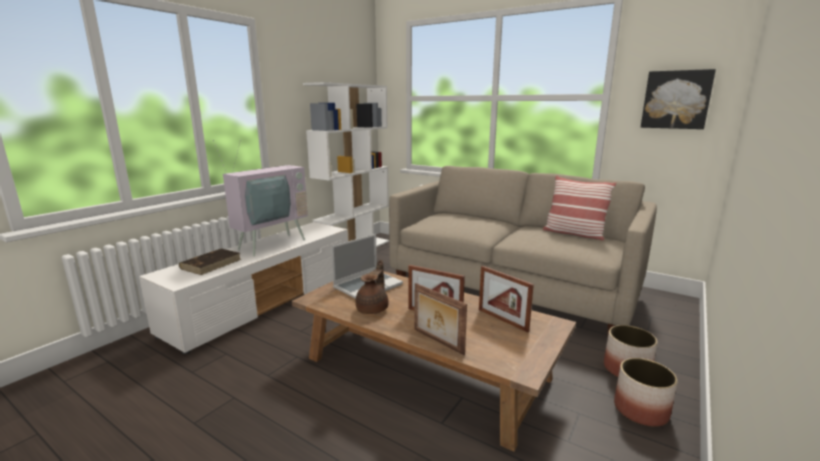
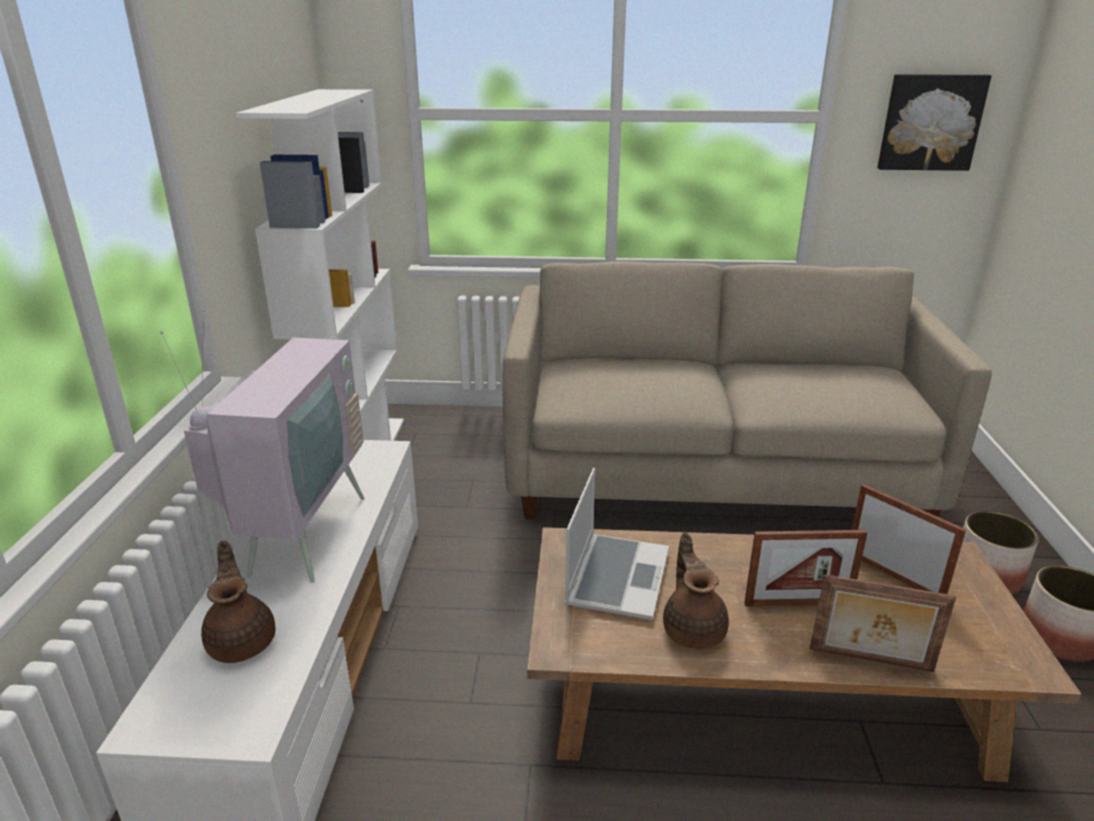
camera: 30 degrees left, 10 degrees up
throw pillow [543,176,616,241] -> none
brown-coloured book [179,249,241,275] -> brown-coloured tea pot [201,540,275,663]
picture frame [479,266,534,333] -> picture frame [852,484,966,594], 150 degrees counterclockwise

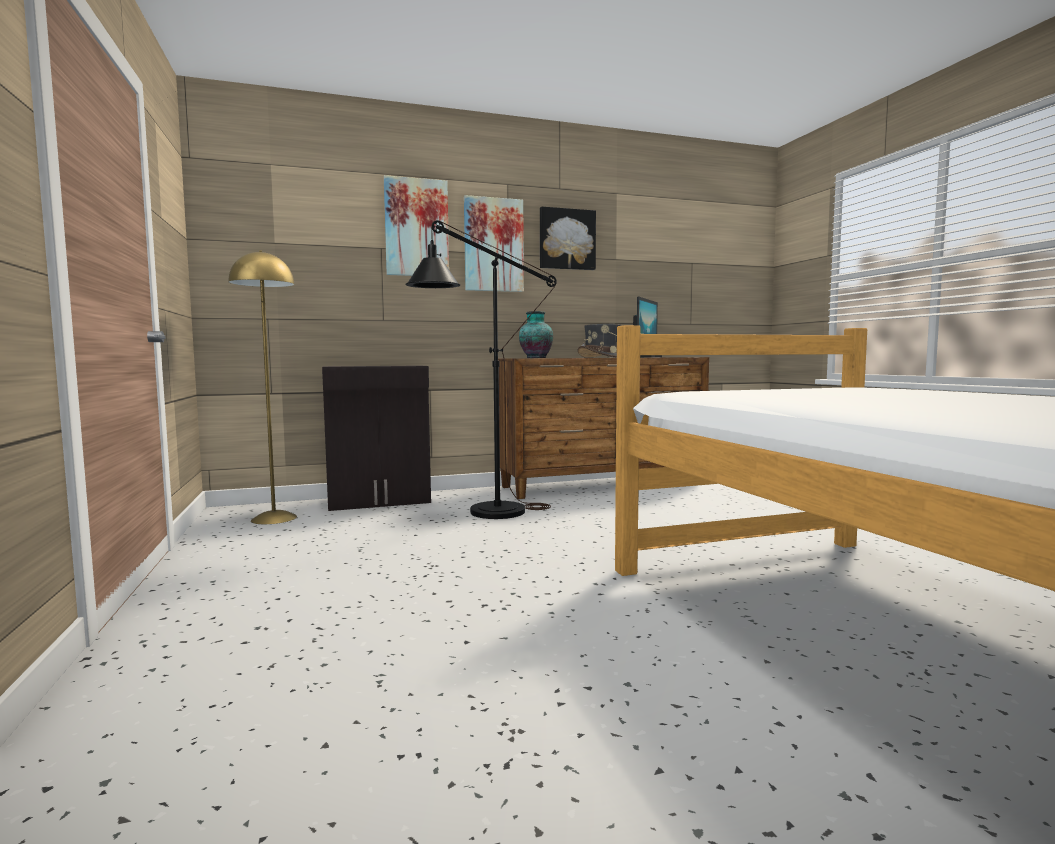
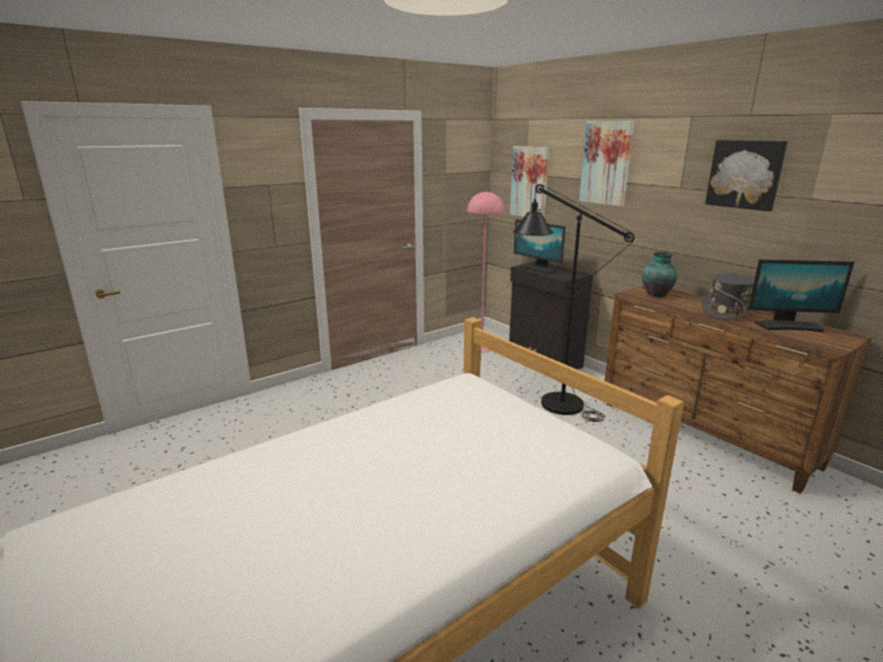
camera: 70 degrees right, 15 degrees up
none -> computer display [514,219,566,274]
picture [464,195,524,292] -> picture [510,146,549,218], moved
yellow-coloured floor lamp [229,250,297,524] -> pinkish floor lamp [467,191,504,352]

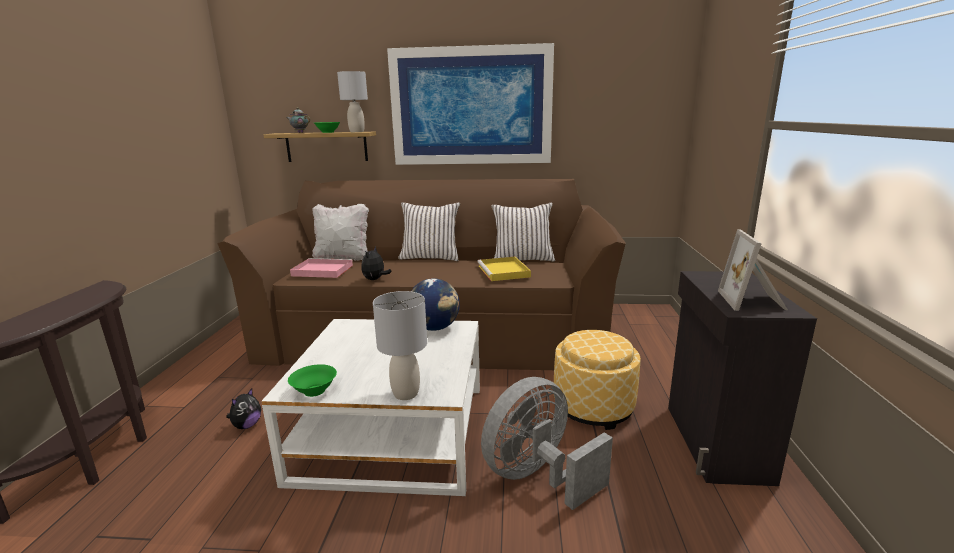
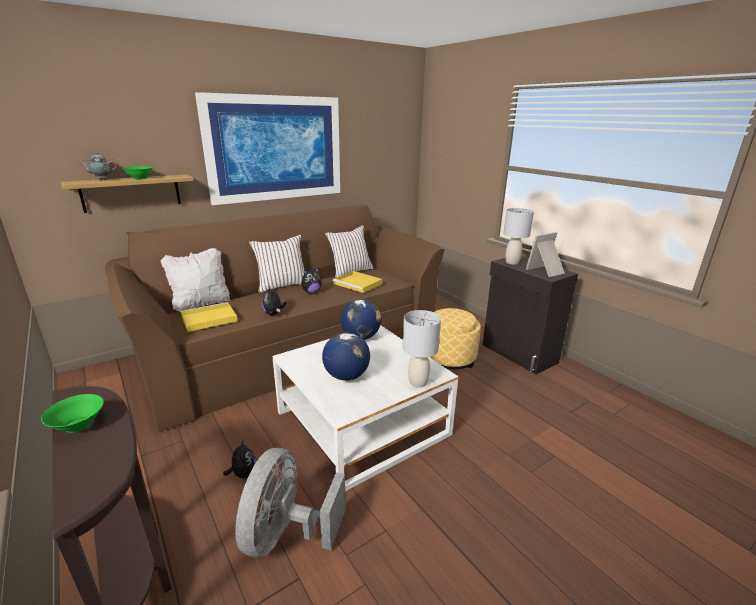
camera: 40 degrees left, 5 degrees up
none -> cuddly toy [302,268,322,293]
none -> world globe [322,332,370,381]
greenish bowl [288,364,337,397] -> greenish bowl [41,394,104,433], moved
grey tabletop lamp [337,71,368,132] -> grey tabletop lamp [503,208,534,265], moved
grey fan [481,377,613,510] -> grey fan [235,448,346,558], moved
pinkish serving tray [290,258,353,278] -> yellow-coloured serving tray [181,302,238,332]
picture frame [718,229,788,311] -> picture frame [526,232,565,277], 90 degrees clockwise

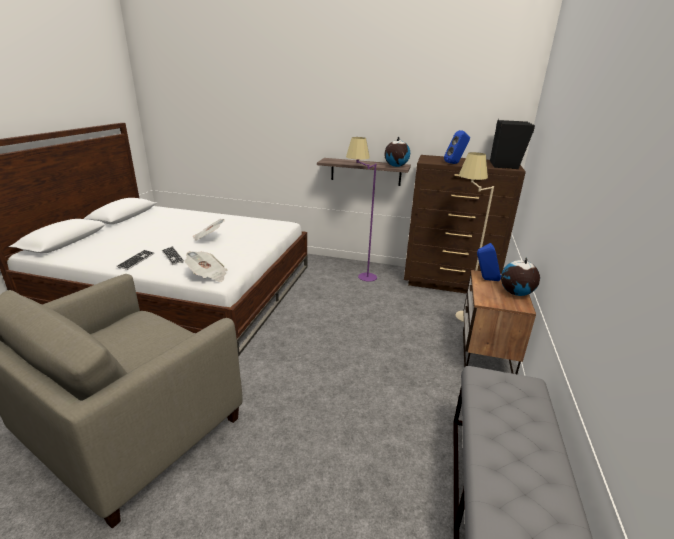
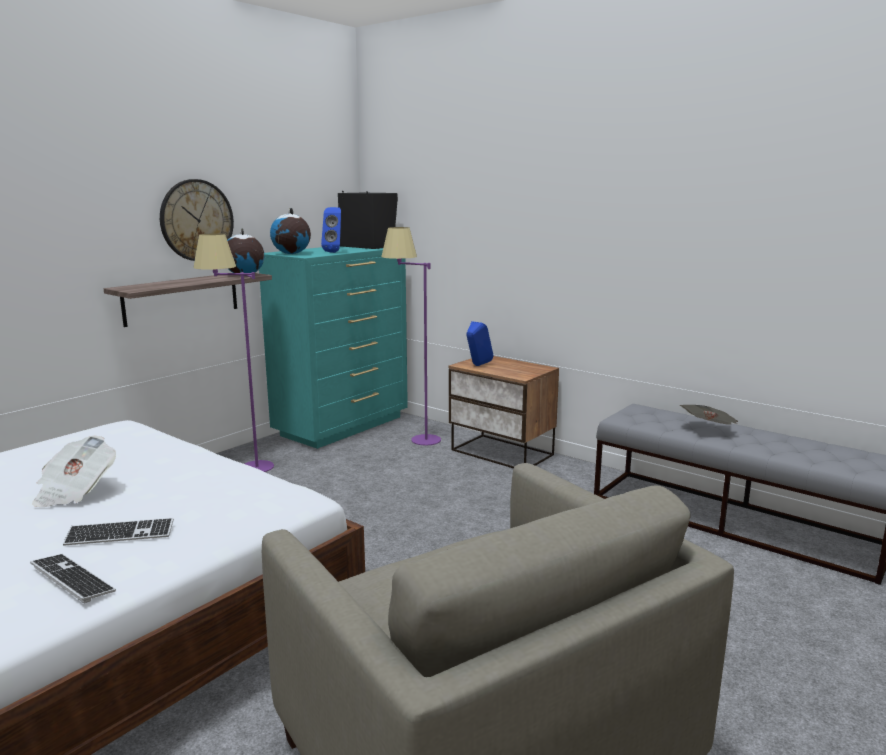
camera: 65 degrees left, 10 degrees down
none -> clock on the wall [160,179,234,261]
daily paper [185,251,228,282] -> daily paper [679,405,738,425], moved
world globe [501,258,540,296] -> world globe [270,208,311,254], moved
brown-coloured dresser [404,155,526,294] -> turquoise dresser [259,246,408,449]
beige floor lamp [455,152,494,322] -> purplish floor lamp [381,227,441,445]

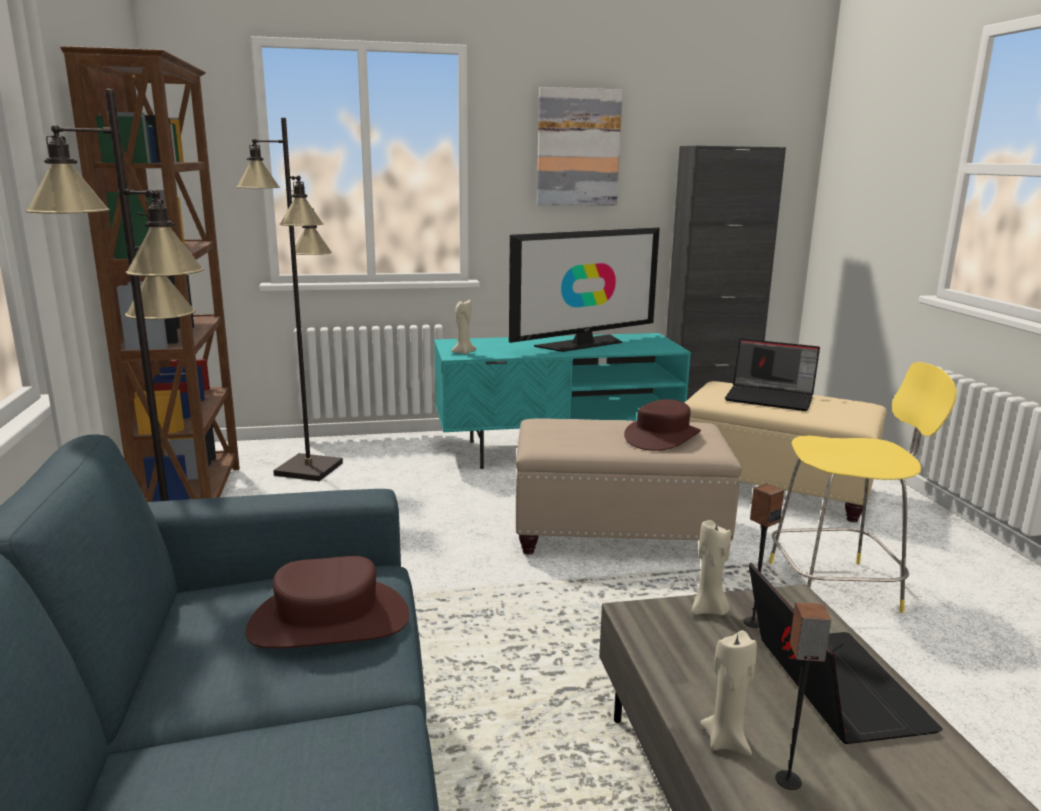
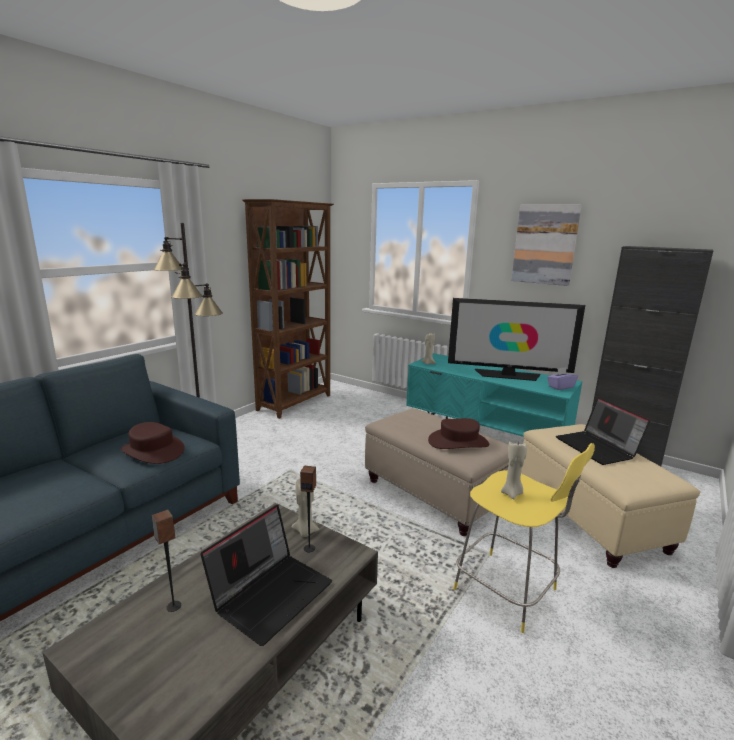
camera: 45 degrees right, 0 degrees up
black-coloured floor lamp [236,117,343,481] -> none
none -> purplish tissue holder [547,367,578,390]
beige wax candle [700,630,757,756] -> beige wax candle [501,441,527,500], moved

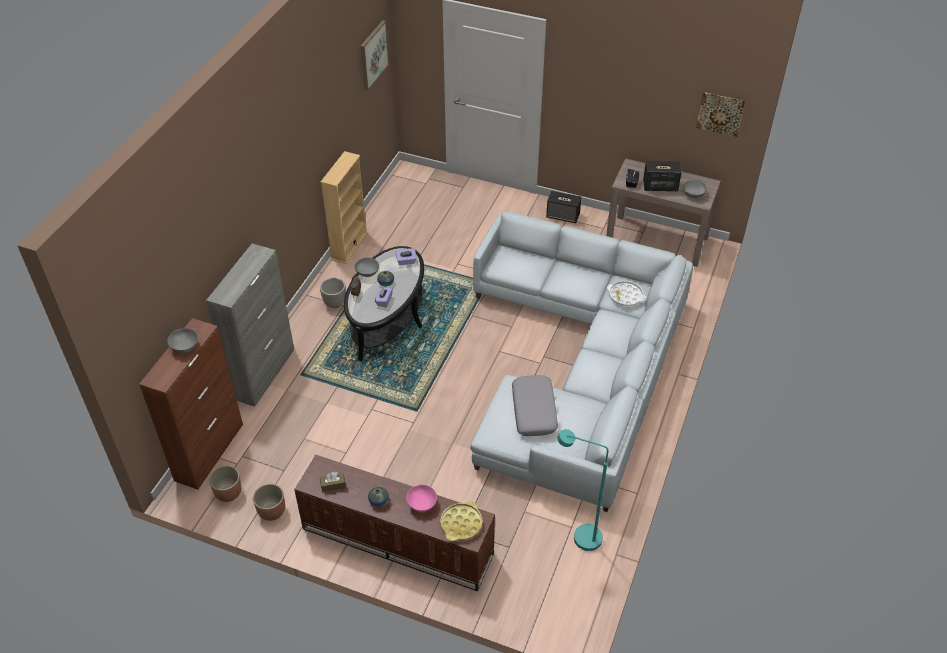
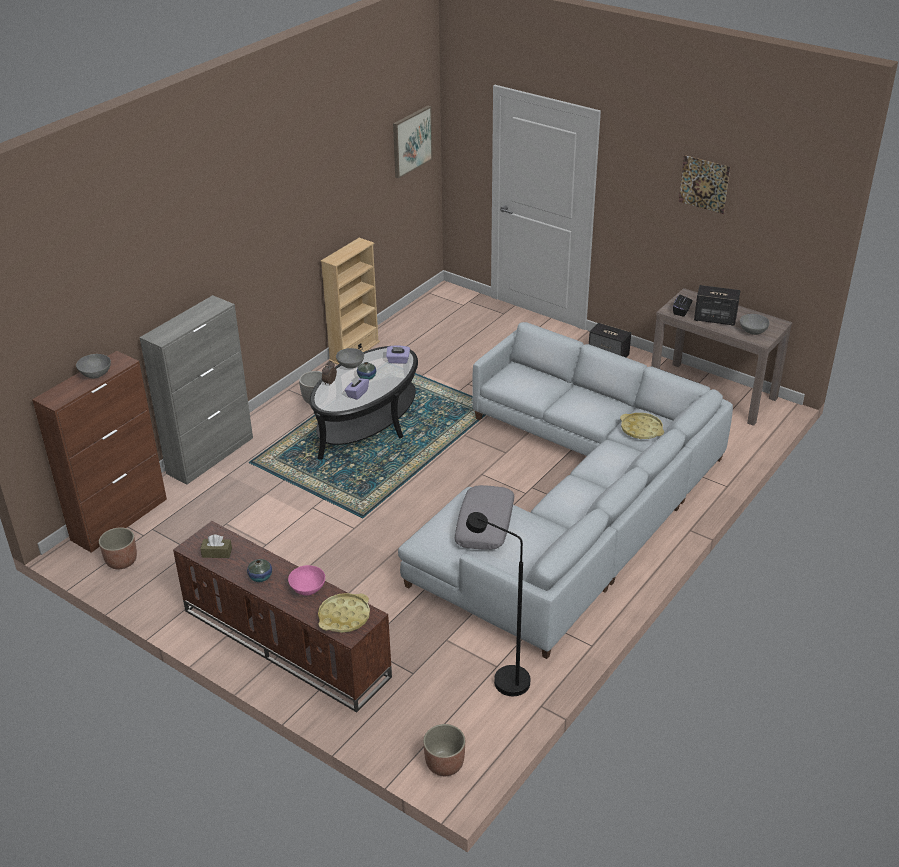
camera: 15 degrees right, 10 degrees down
flower pot [253,484,285,521] -> flower pot [423,724,465,776], moved
picture [696,92,745,137] -> picture [679,155,730,214], moved
turquoise floor lamp [557,429,608,551] -> black-coloured floor lamp [466,512,530,696]
white serving tray [607,281,646,306] -> yellow-coloured serving tray [620,413,664,439]

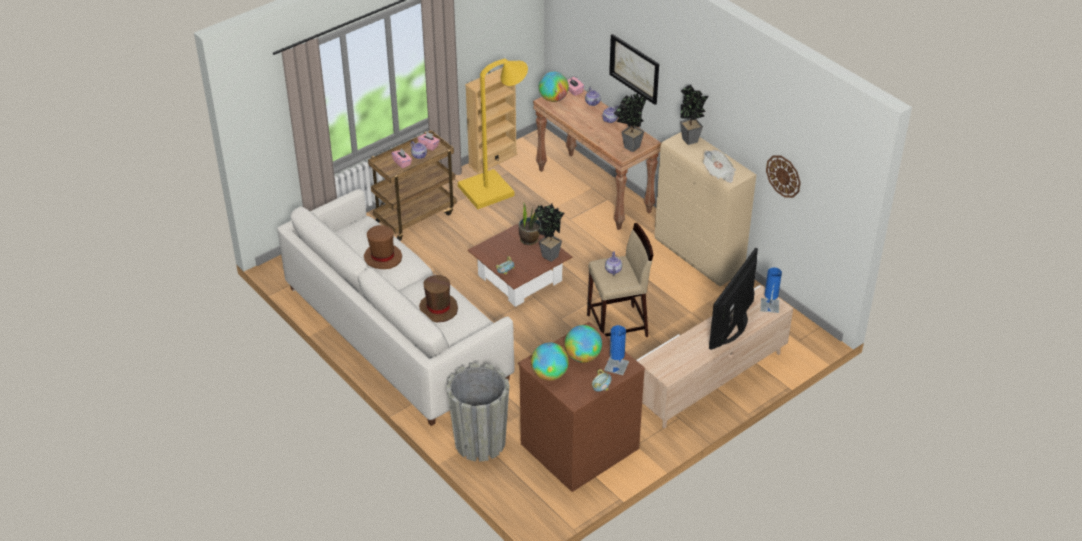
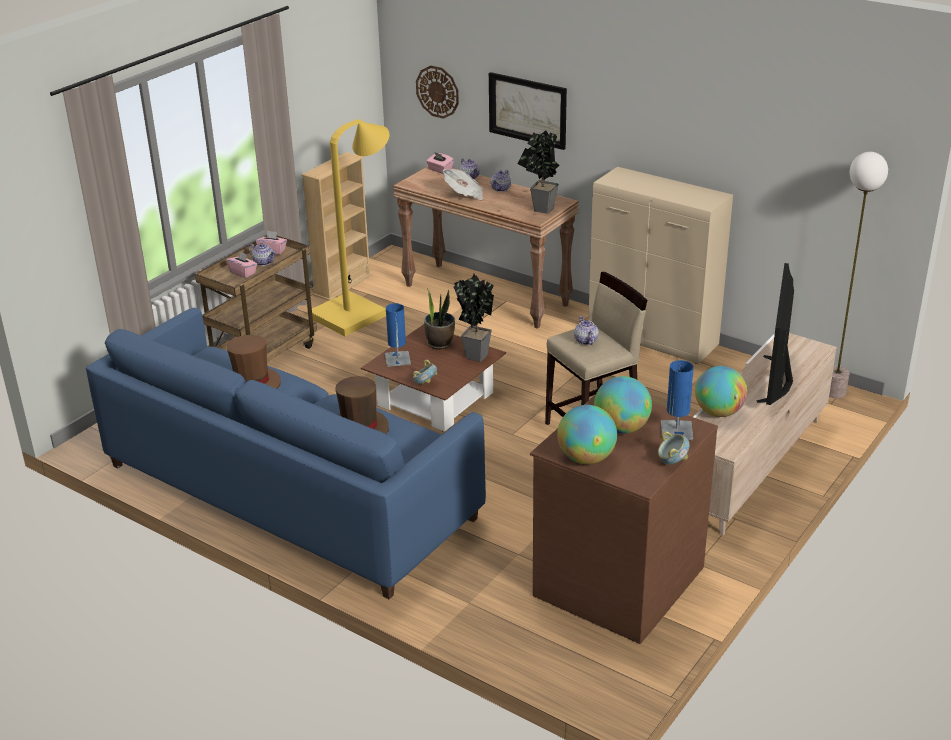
camera: 15 degrees left, 10 degrees down
grey flower pot [446,363,509,462] -> none
plant in a pot [680,84,709,145] -> none
none -> floor lamp [829,152,888,398]
world globe [539,72,569,102] -> world globe [695,366,747,417], moved
daily paper [703,150,736,183] -> daily paper [443,169,483,200], moved
blue tabletop lamp [761,267,782,313] -> blue tabletop lamp [385,303,411,367], moved
clock on the wall [766,155,801,198] -> clock on the wall [416,66,459,119], moved
white couch [277,189,514,426] -> blue couch [86,308,486,599]

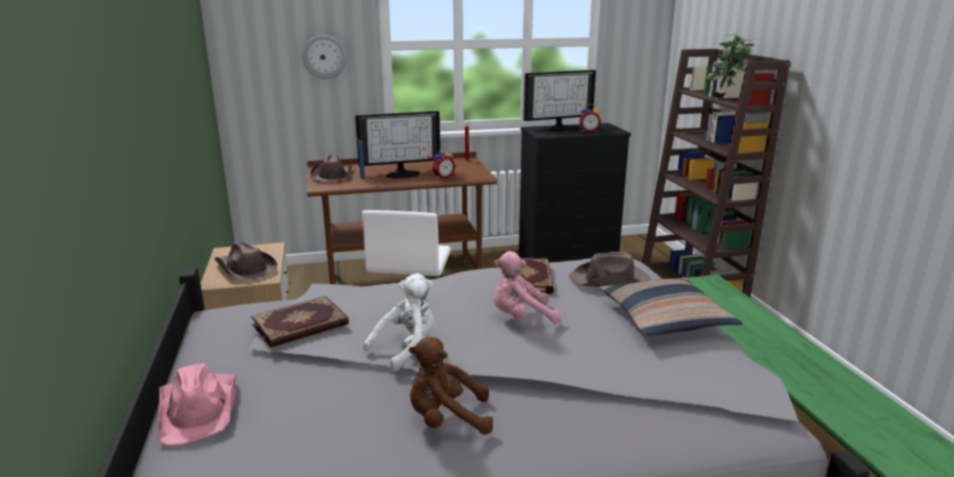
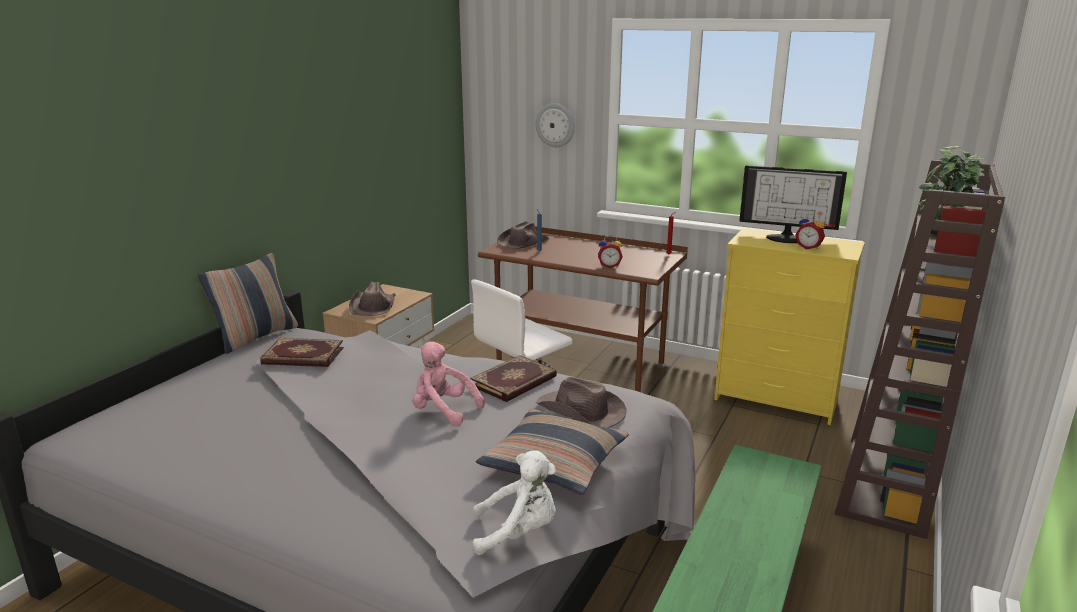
camera: 40 degrees right, 0 degrees up
pinkish wearable hat [157,364,237,445] -> none
computer display [355,111,440,179] -> none
brown-coloured cuddly toy [409,337,493,434] -> none
none -> throw pillow [198,253,298,354]
white cuddly toy [363,273,435,371] -> white cuddly toy [472,451,556,555], moved
black-coloured dresser [519,123,631,263] -> yellow-coloured dresser [714,228,865,425]

